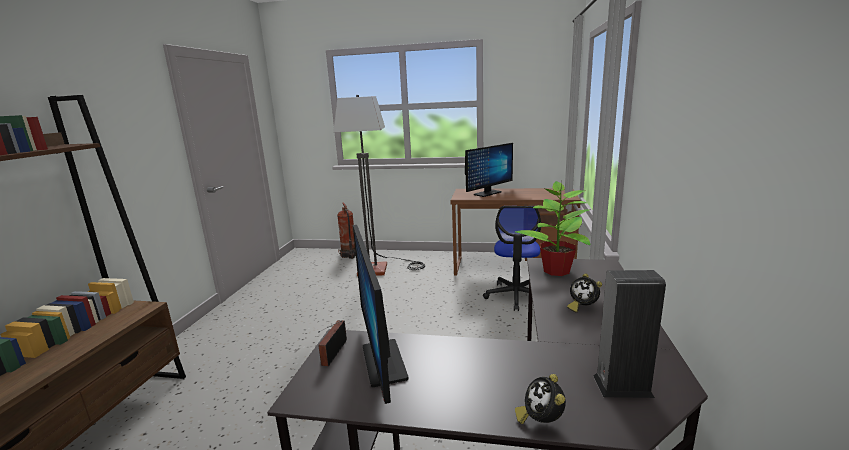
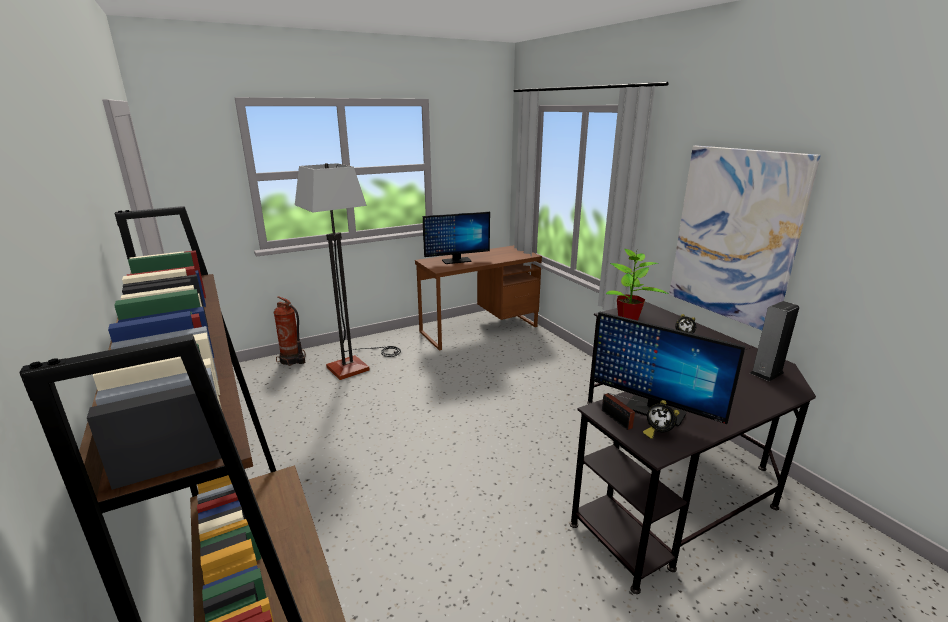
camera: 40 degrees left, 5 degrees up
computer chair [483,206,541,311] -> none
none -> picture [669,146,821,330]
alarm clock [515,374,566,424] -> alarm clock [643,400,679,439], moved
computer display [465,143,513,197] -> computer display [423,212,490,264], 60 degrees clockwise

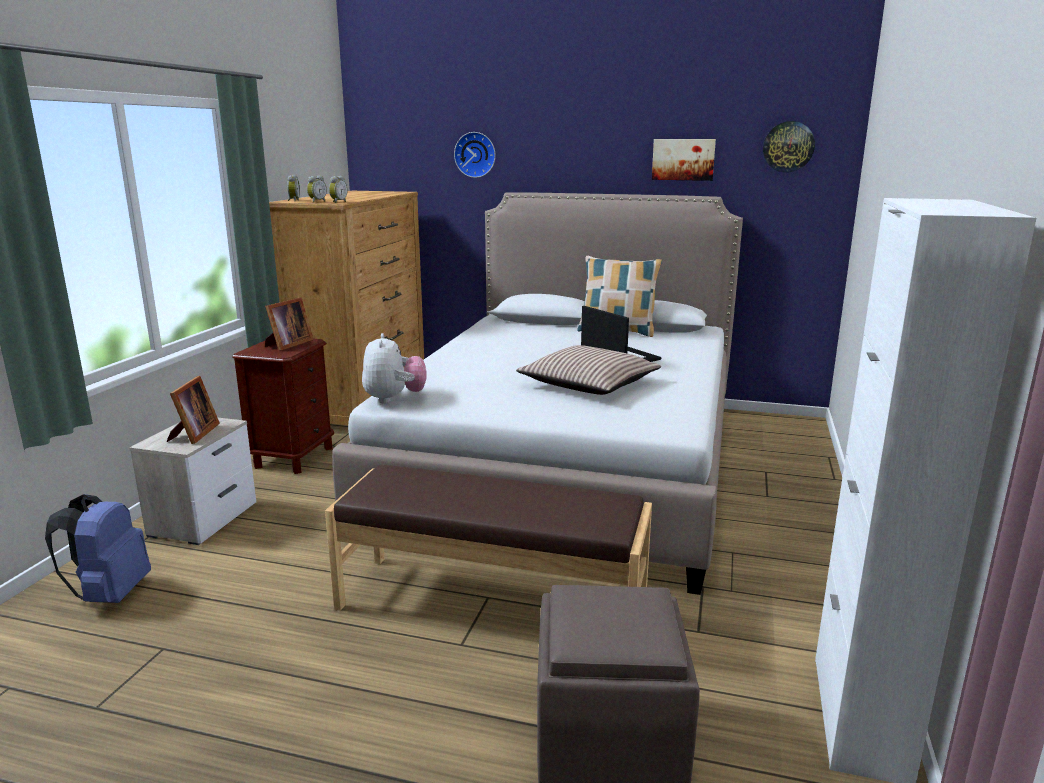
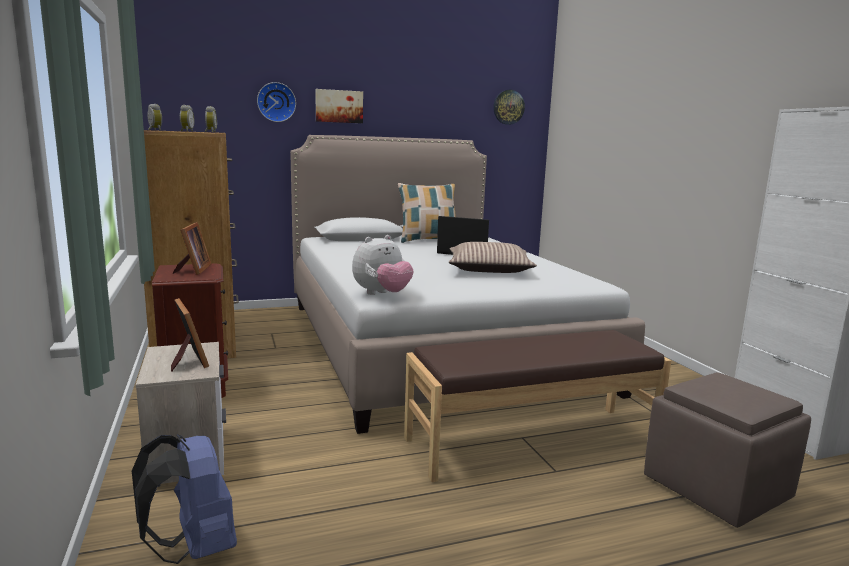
camera: 35 degrees left, 5 degrees down
picture [652,139,716,181] -> picture [315,89,363,123], moved
cuddly toy [362,333,427,404] -> cuddly toy [352,235,414,295], 90 degrees clockwise

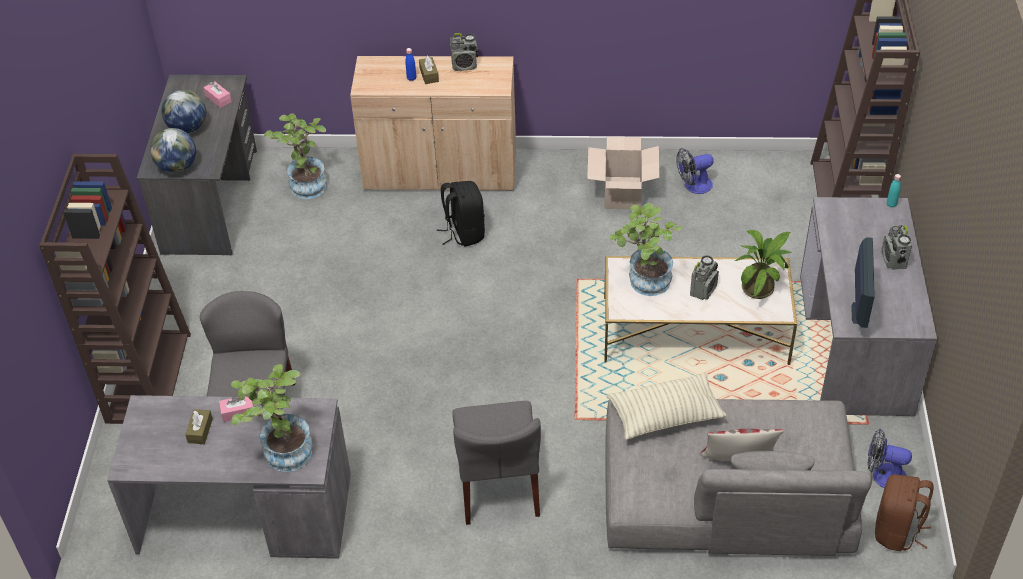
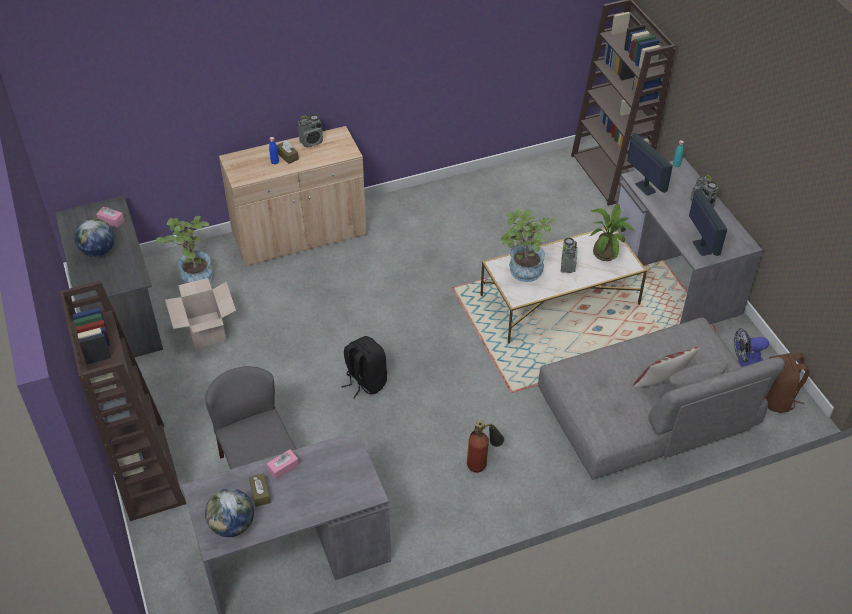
camera: 25 degrees left, 0 degrees up
plant in a pot [231,364,313,472] -> none
throw pillow [607,372,726,440] -> none
fan [676,148,714,194] -> none
none -> computer display [627,133,673,196]
world globe [150,128,196,173] -> world globe [205,488,254,537], moved
black-coloured knapsack [437,181,485,247] -> black-coloured knapsack [341,336,387,399], moved
packing box [587,137,659,209] -> packing box [165,278,236,349], moved
grey plain chair [452,401,541,525] -> fire-fighting cylinder [467,420,504,473]

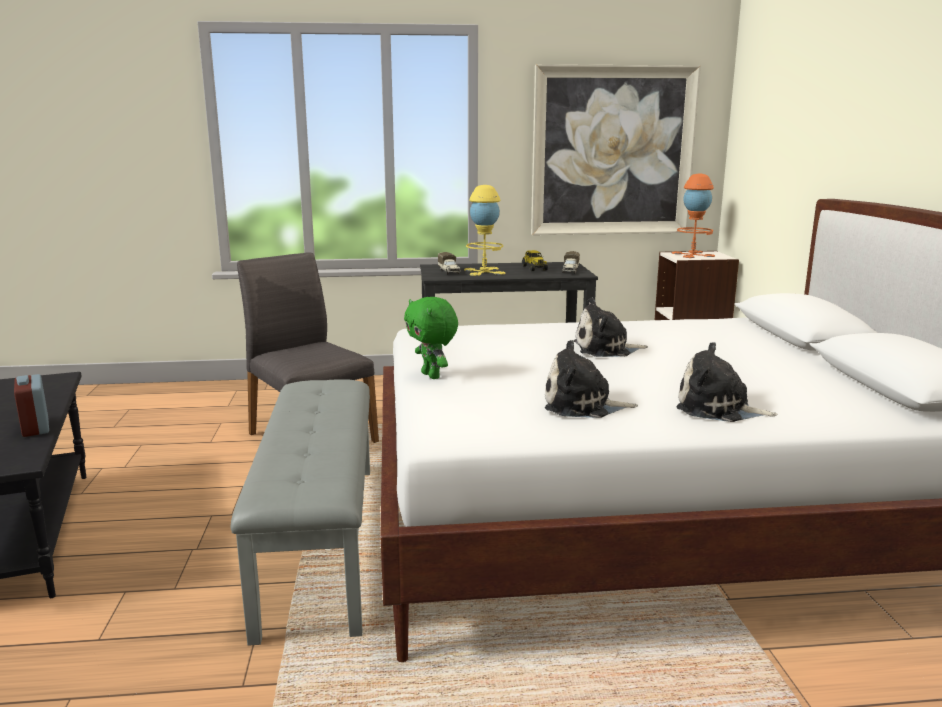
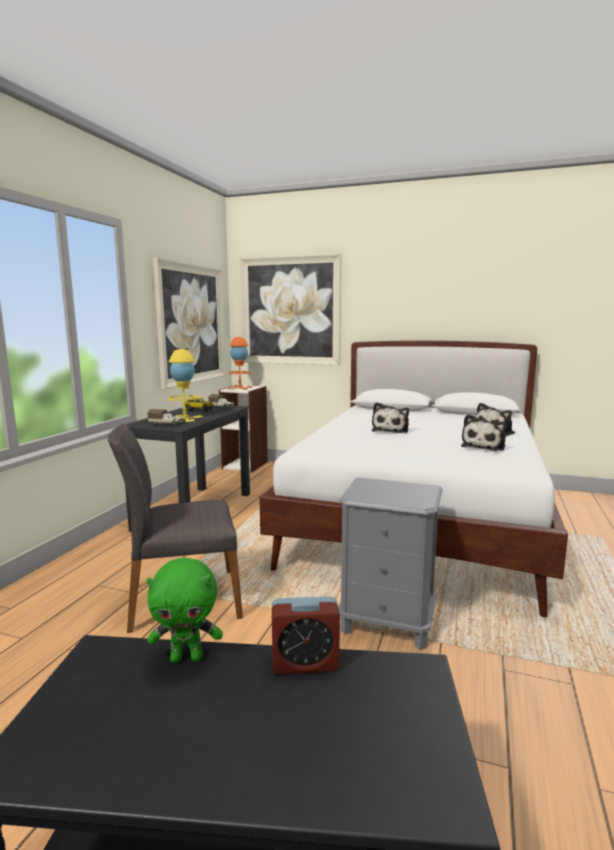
camera: 65 degrees left, 5 degrees down
none -> picture [240,254,341,365]
greenish cuddly toy [404,297,458,379] -> greenish cuddly toy [146,558,223,663], moved
grey indoor bench [231,379,370,646] -> grey night table [338,477,442,650]

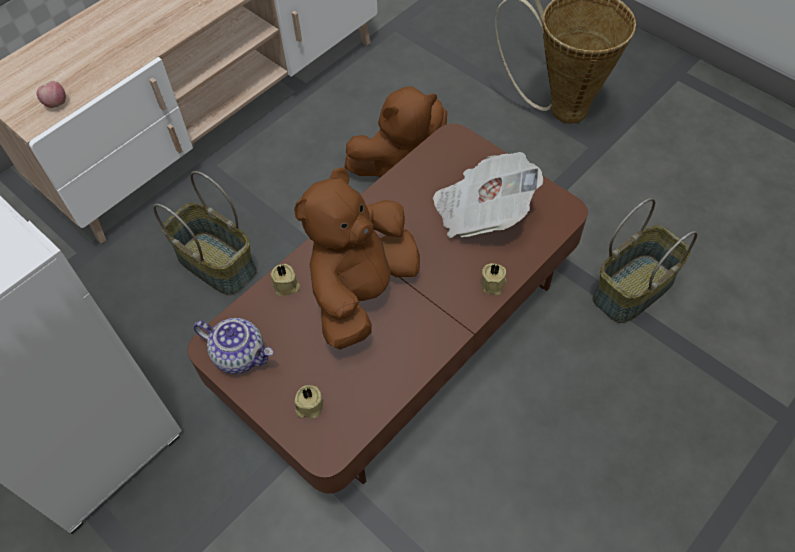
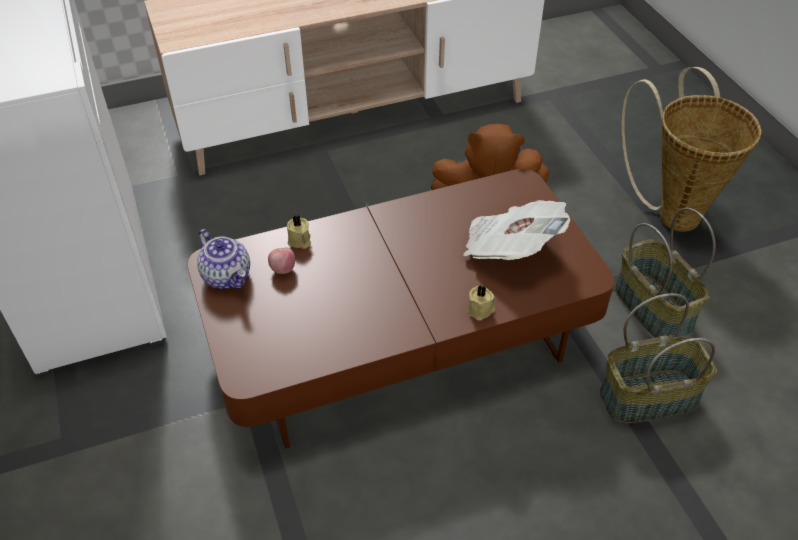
camera: 25 degrees right, 10 degrees down
brown-coloured cuddly toy [294,167,420,350] -> none
beige wax candle [295,385,323,418] -> none
whole apple [37,81,66,108] -> whole apple [268,247,295,274], moved
household basket [153,171,257,296] -> household basket [615,208,716,338], moved

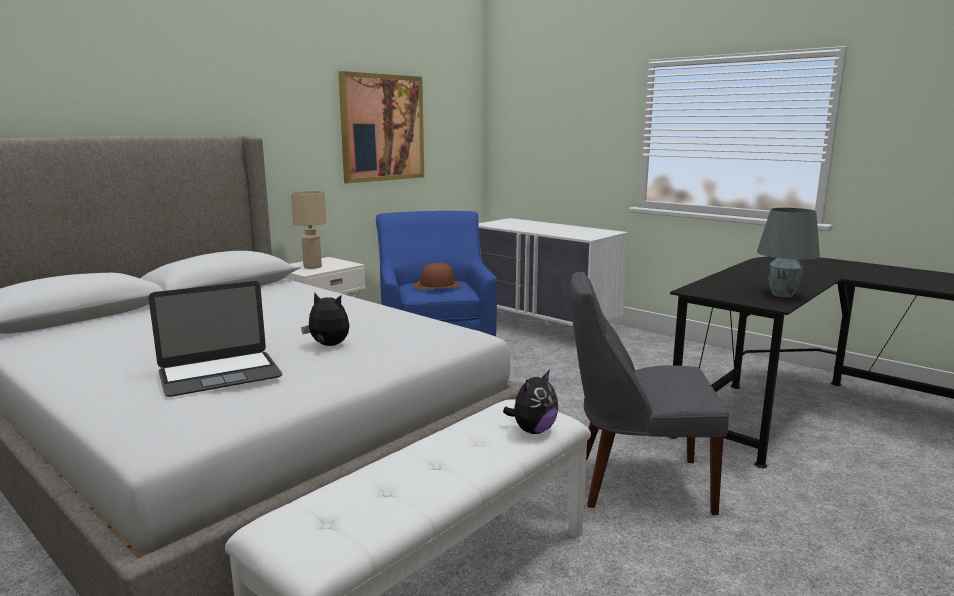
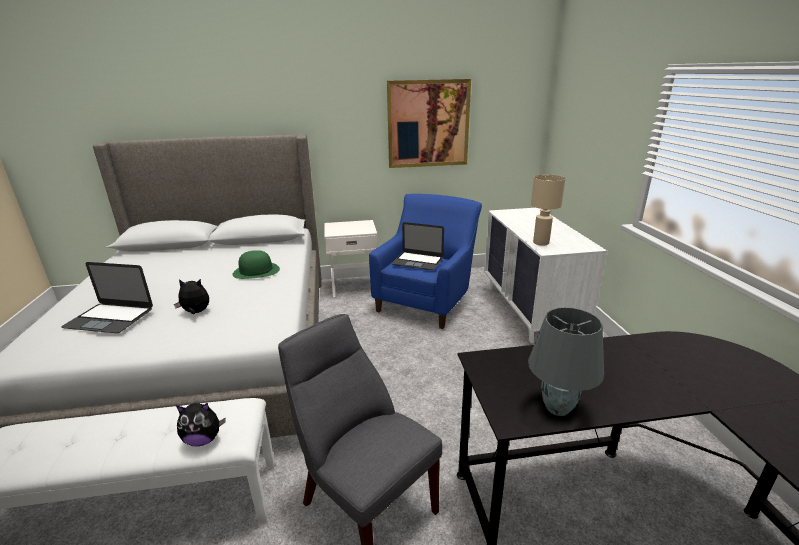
camera: 40 degrees right, 10 degrees up
none -> greenish wearable hat [232,250,280,279]
beige tabletop lamp [291,191,326,269] -> beige tabletop lamp [531,174,565,246], moved
brown-coloured wearable hat [413,263,462,290] -> portable computer [392,222,444,270]
cuddly toy [301,292,350,346] -> cuddly toy [174,279,209,314], 60 degrees counterclockwise

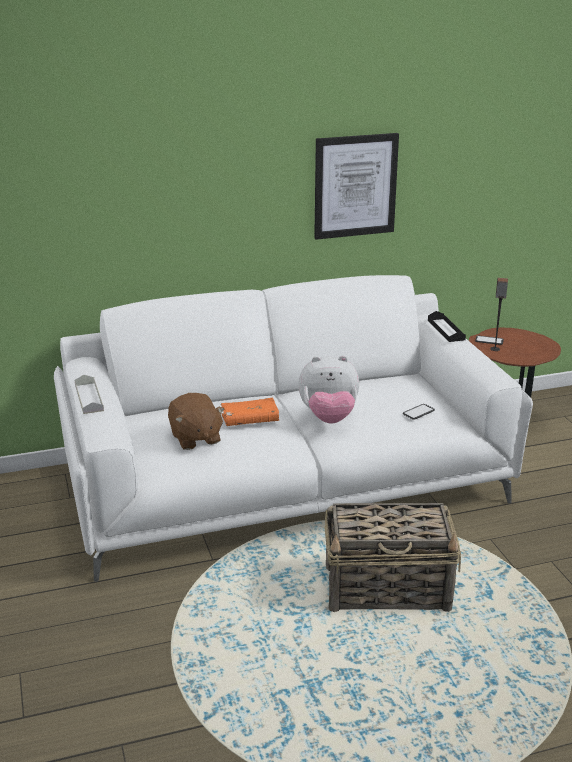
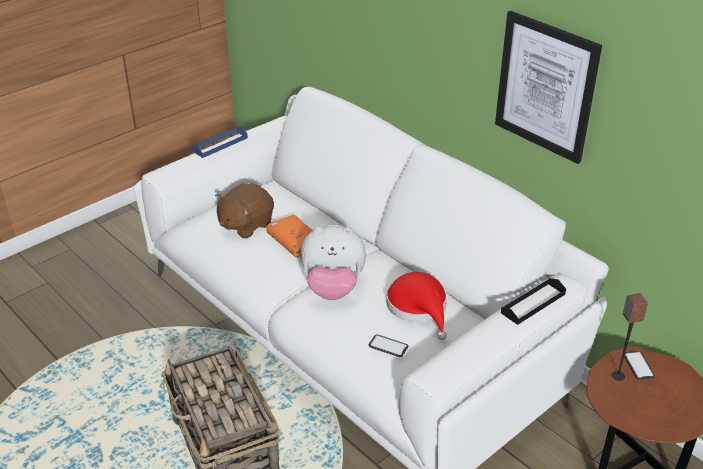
camera: 65 degrees right, 10 degrees up
none -> red wearable hat [386,272,447,340]
grey serving tray [75,375,104,414] -> blue serving tray [192,127,248,158]
cuddly toy [298,355,359,424] -> cuddly toy [301,225,366,300], 60 degrees counterclockwise

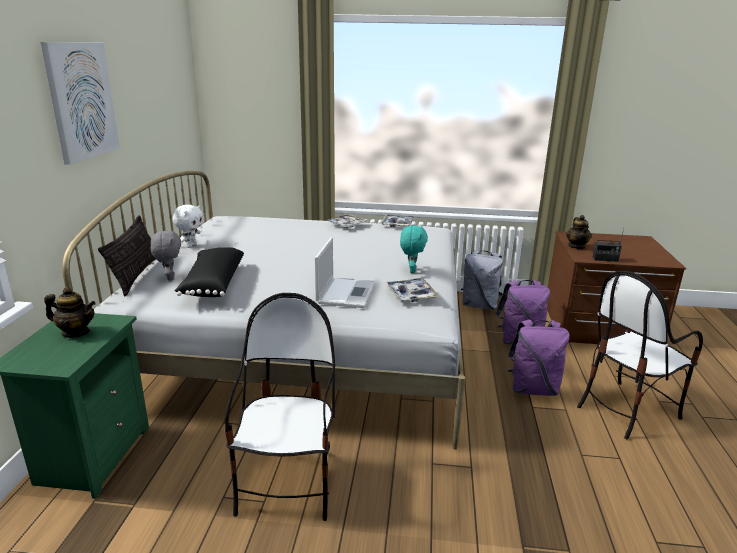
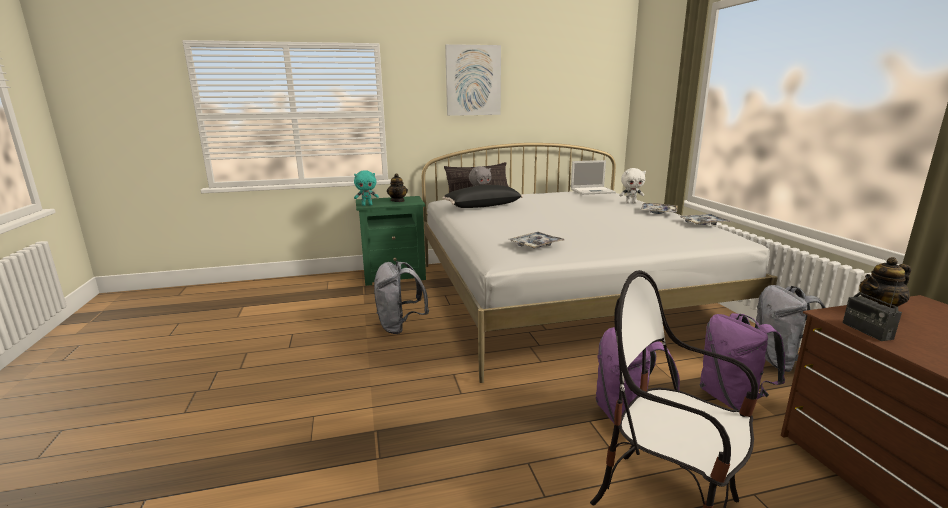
camera: 70 degrees right, 5 degrees down
white cuddly toy [173,205,203,248] -> white cuddly toy [619,168,646,204], moved
portable computer [315,237,375,308] -> portable computer [571,160,616,195], moved
turquoise cuddly toy [400,225,428,273] -> turquoise cuddly toy [354,171,379,206], moved
plain chair [225,293,335,521] -> grey knapsack [374,261,429,334]

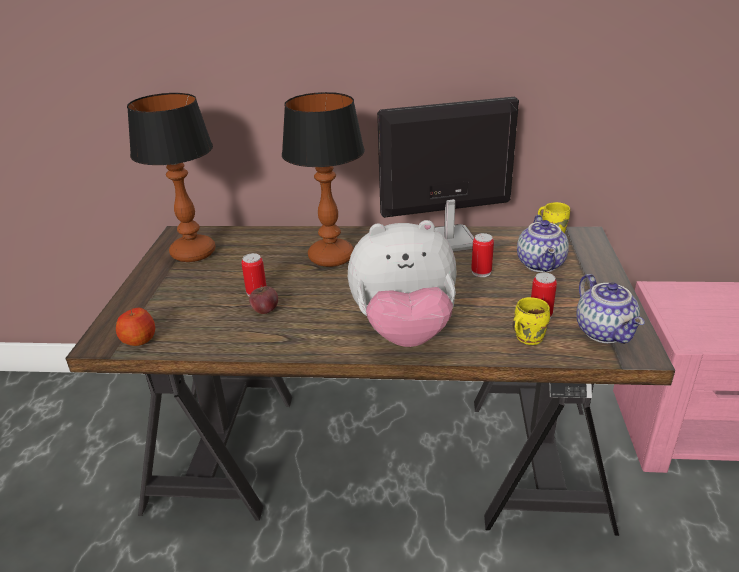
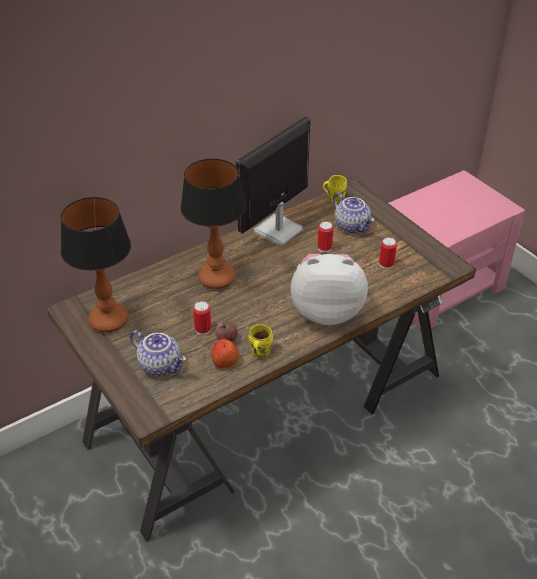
camera: 40 degrees left, 10 degrees up
whole apple [116,308,155,346] -> whole apple [211,339,239,368], moved
yellow-coloured coffee mug [512,297,550,345] -> yellow-coloured coffee mug [249,324,273,358], moved
tea pot [576,274,645,344] -> tea pot [130,330,186,376], moved
cuddly toy [348,220,457,347] -> cuddly toy [290,254,368,325], 135 degrees counterclockwise

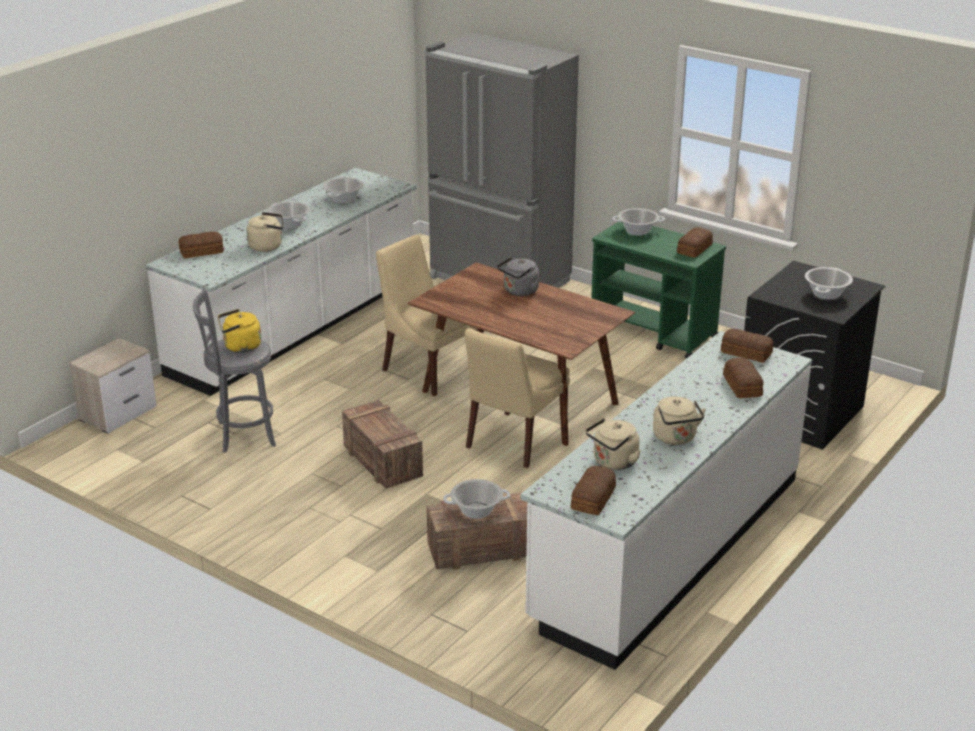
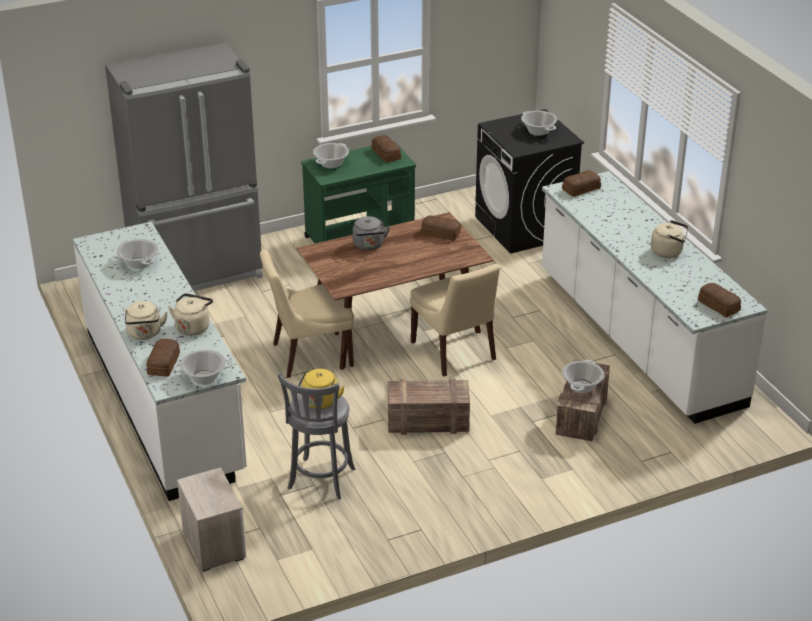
camera: 60 degrees left, 5 degrees up
stockpot [267,201,310,229] -> stockpot [173,350,233,385], moved
beige kettle [586,418,641,470] -> beige kettle [125,301,168,340], moved
bread [723,358,764,398] -> bread [421,215,461,241], moved

